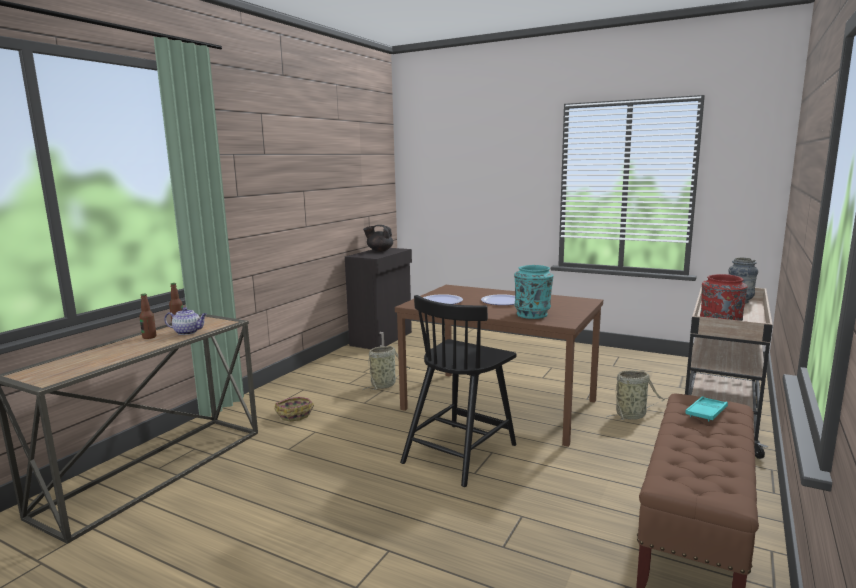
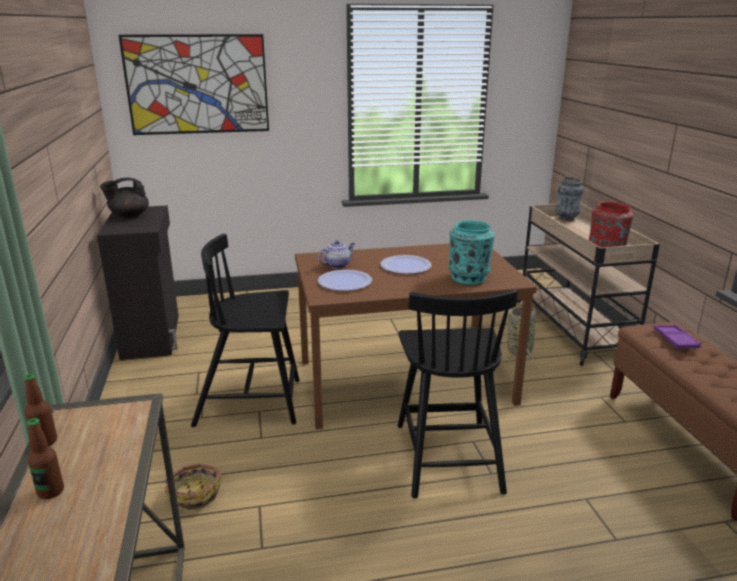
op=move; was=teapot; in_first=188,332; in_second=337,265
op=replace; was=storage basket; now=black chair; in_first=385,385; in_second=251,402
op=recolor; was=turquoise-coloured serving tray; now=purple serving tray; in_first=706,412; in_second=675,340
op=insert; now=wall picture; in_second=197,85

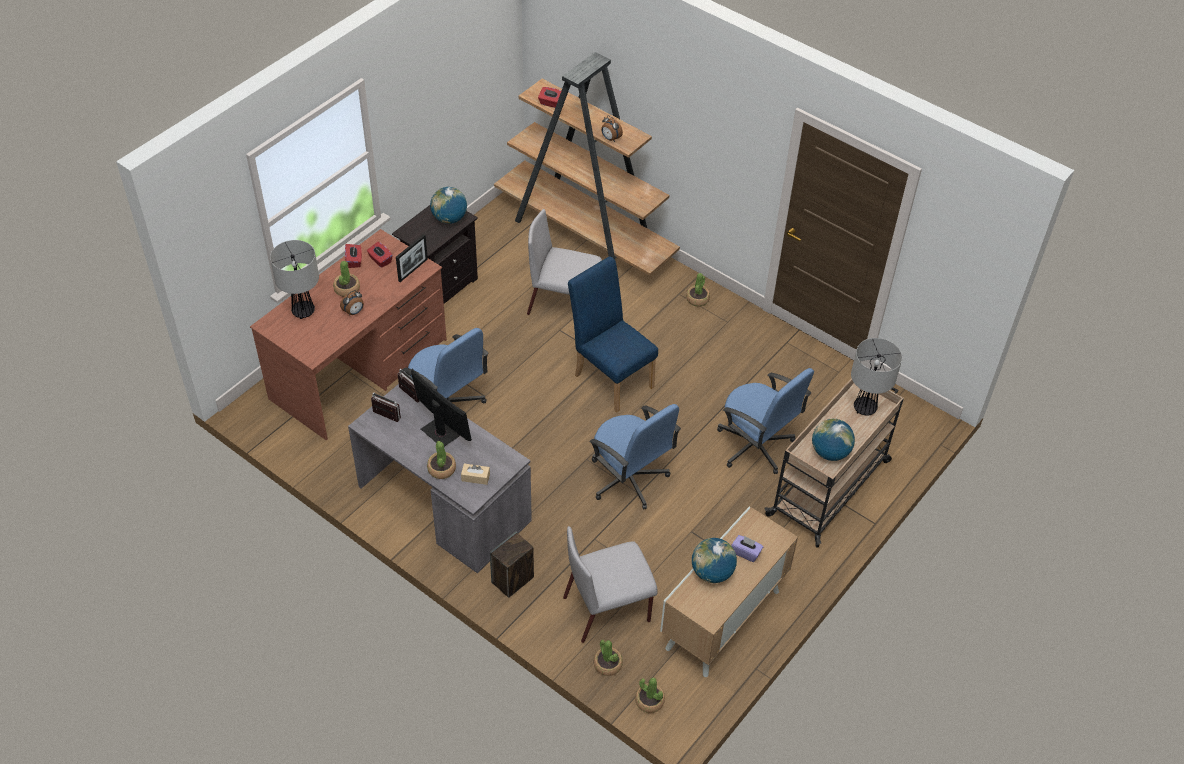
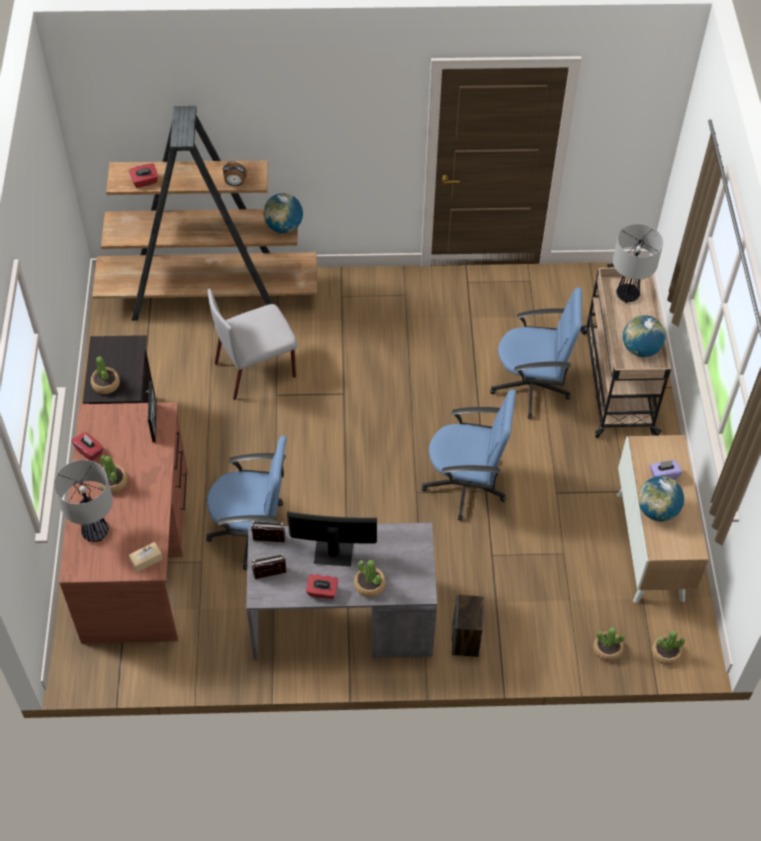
op=delete; was=alarm clock; in_first=354,312
op=move; was=reddish tissue box; in_first=380,260; in_second=322,592
op=move; was=globe; in_first=449,219; in_second=284,227
op=move; was=beige tissue box; in_first=475,477; in_second=146,560
op=delete; was=grey chair; in_first=608,608
op=delete; was=bluish chair; in_first=610,377
op=move; was=potted plant; in_first=697,299; in_second=106,384

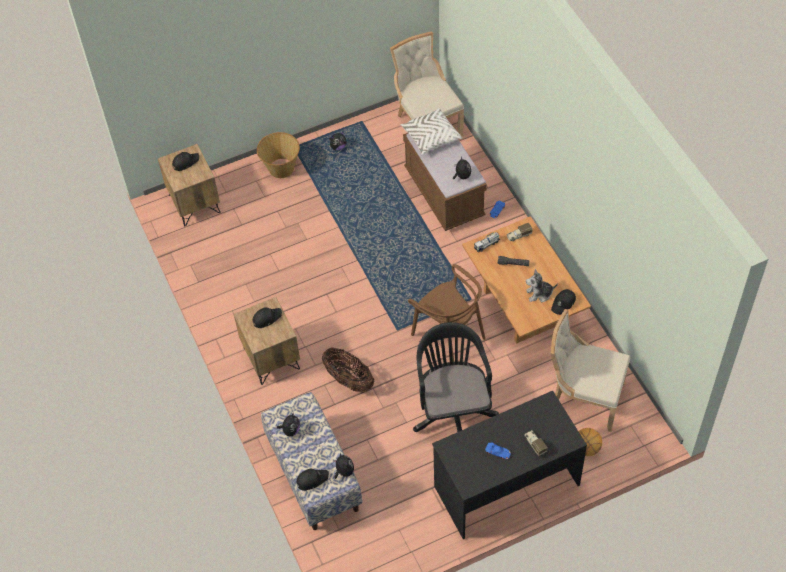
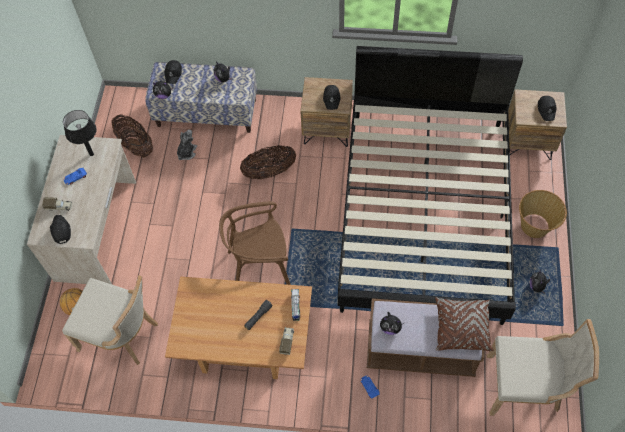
op=recolor; was=whitish pillow; now=brown pillow; in_first=431,137; in_second=461,328
op=delete; was=black computer chair; in_first=453,410
op=recolor; was=black desk unit; now=beige desk unit; in_first=506,484; in_second=97,230
op=move; was=plush toy; in_first=539,294; in_second=186,152
op=move; was=black peaked cap; in_first=563,303; in_second=60,230
op=rotate; was=beige chair; in_first=583,397; in_second=122,335; clockwise=60
op=insert; now=black tabletop lamp; in_second=91,154
op=insert; now=storage basket; in_second=136,145
op=insert; now=black sleeping bed; in_second=425,212

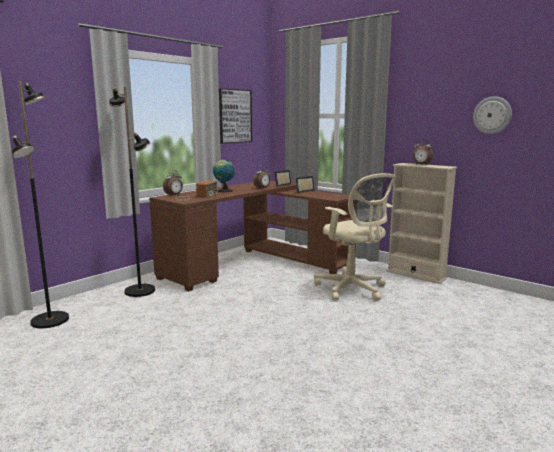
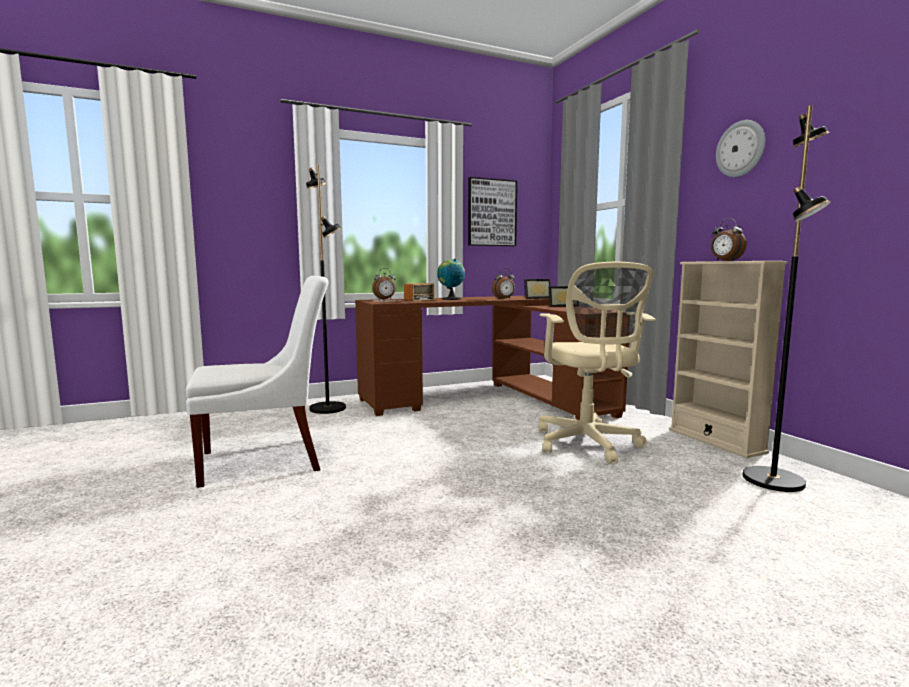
op=move; was=black standing lamp; in_first=51,320; in_second=774,480
op=move; was=wall clock; in_first=492,115; in_second=740,149
op=insert; now=whitish chair; in_second=267,460

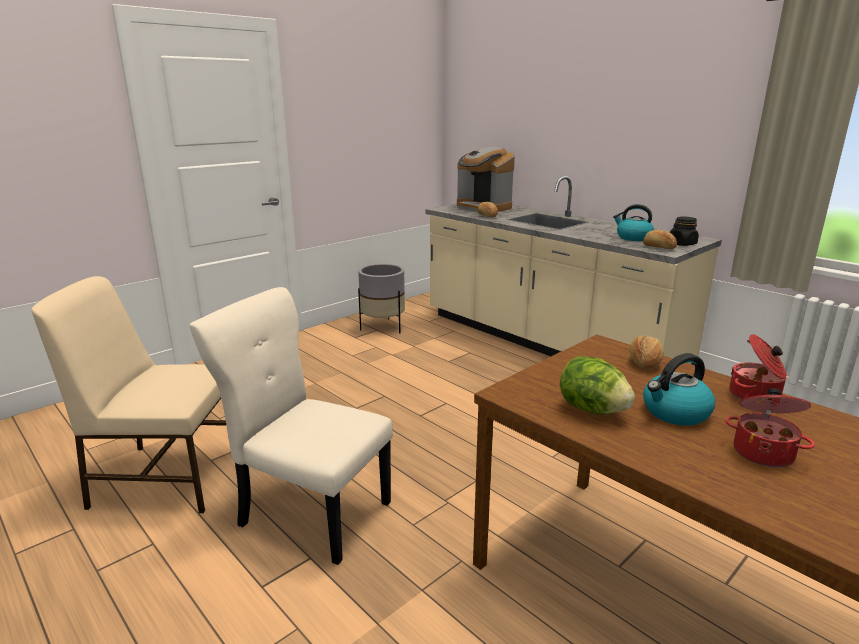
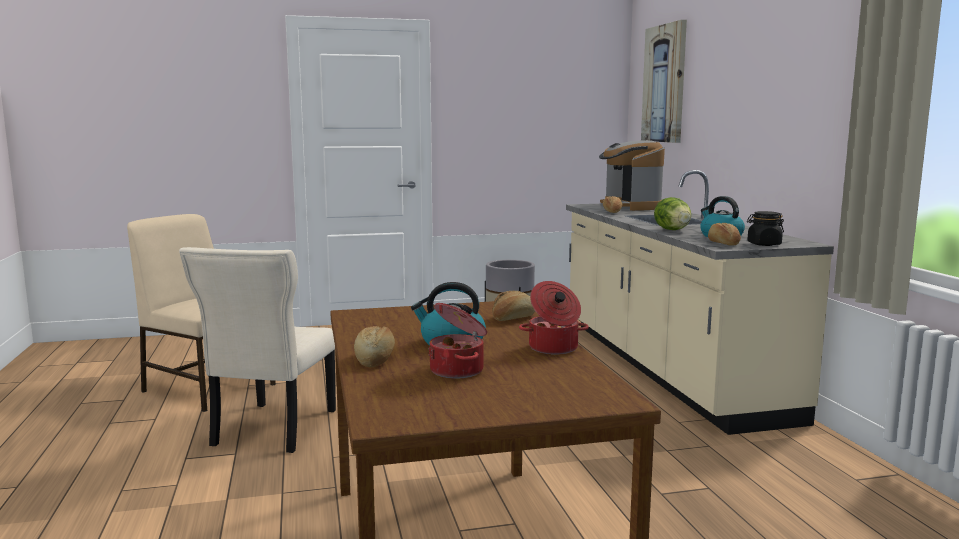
op=rotate; was=beige chair; in_first=311,511; in_second=272,429; clockwise=-135
op=move; was=lettuce head; in_first=592,409; in_second=672,230
op=insert; now=baked bread; in_second=375,359
op=insert; now=wall picture; in_second=664,84

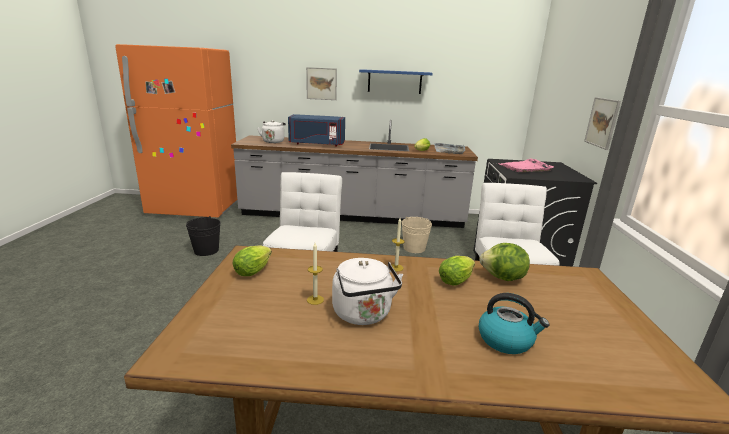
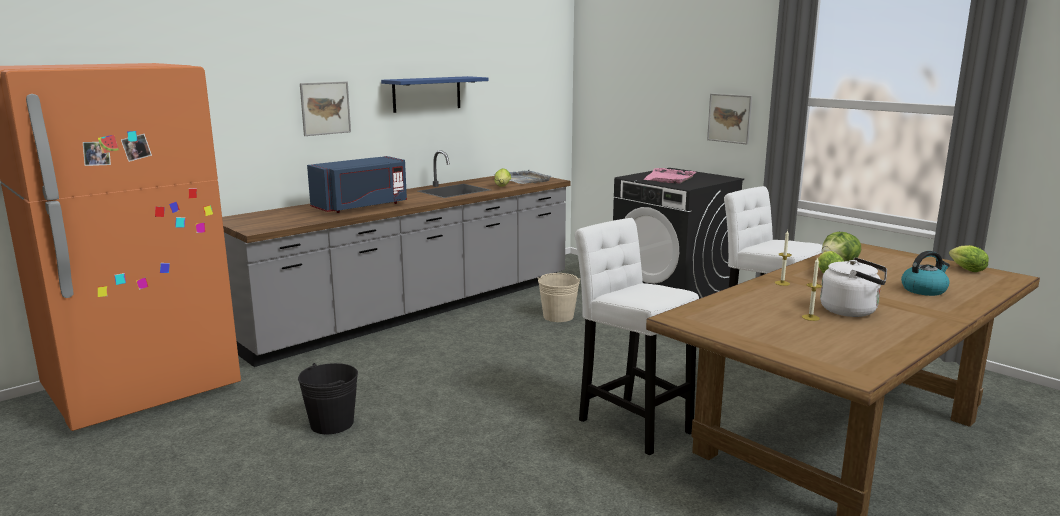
op=move; was=lettuce head; in_first=254,270; in_second=964,269
op=delete; was=whitish tea kettle; in_first=273,141

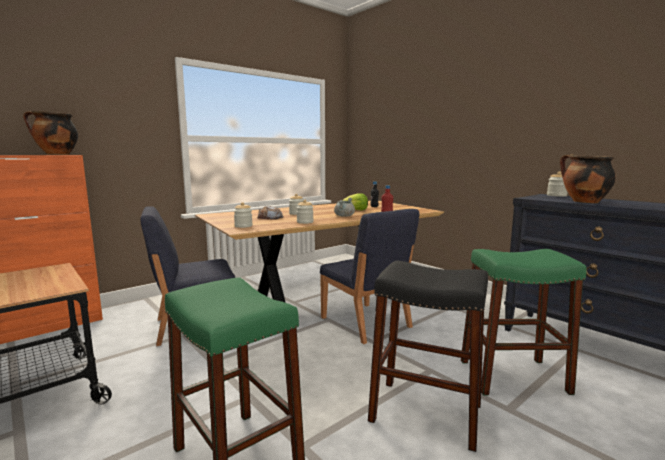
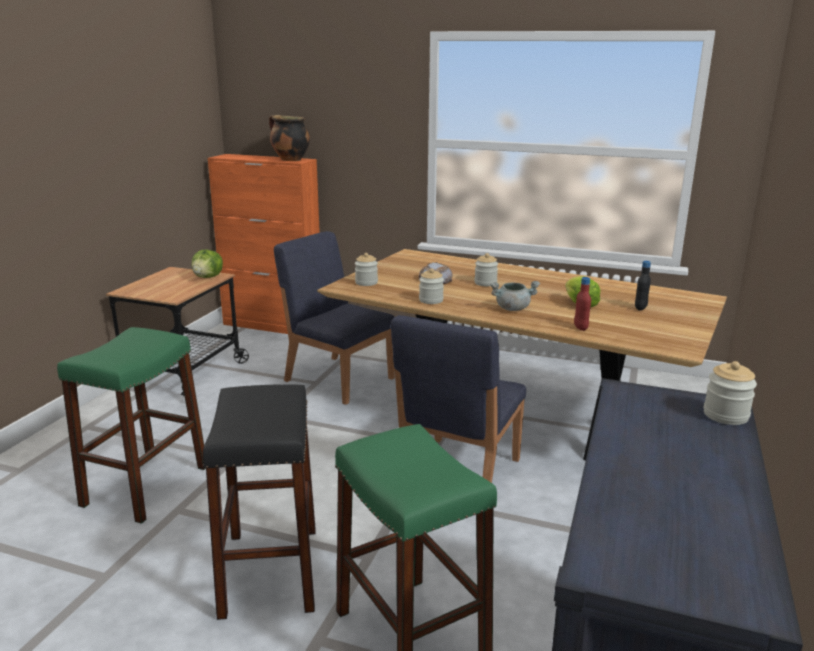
op=delete; was=saucepot; in_first=583,202
op=insert; now=lettuce head; in_second=208,277

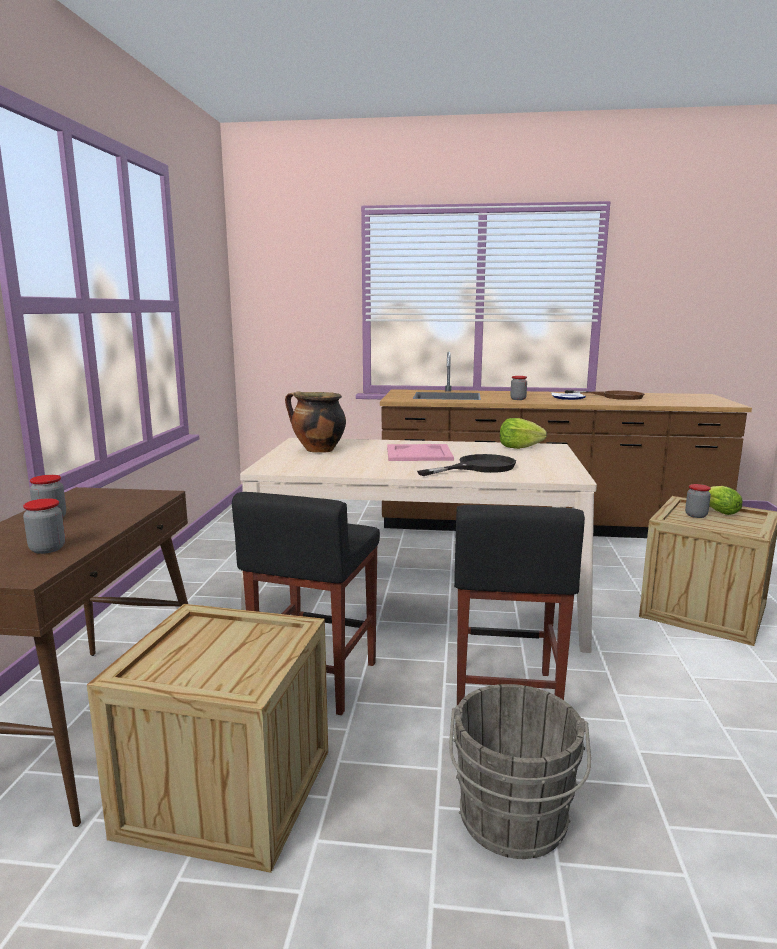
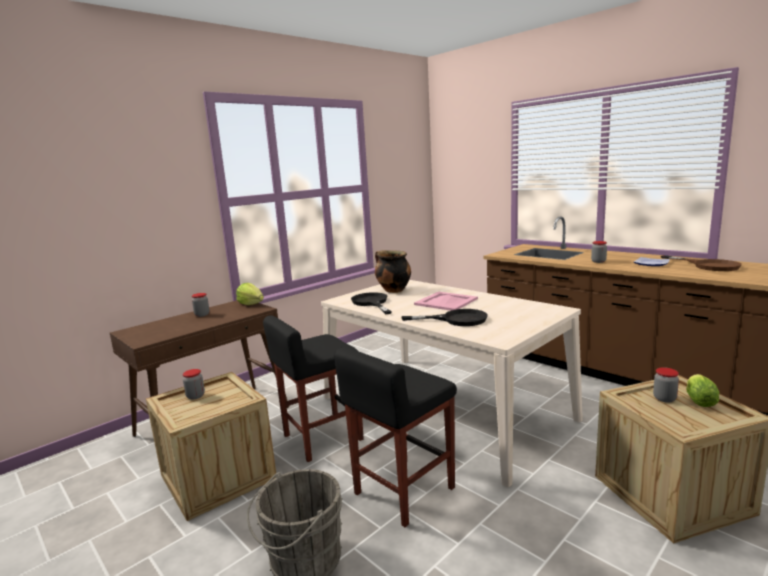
op=move; was=preserve jar; in_first=47,549; in_second=195,396
op=move; was=lettuce head; in_first=519,447; in_second=251,304
op=insert; now=black skillet; in_second=371,303

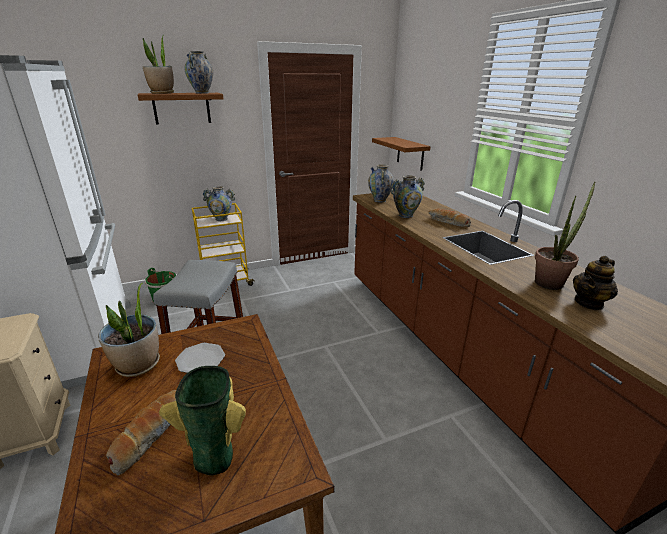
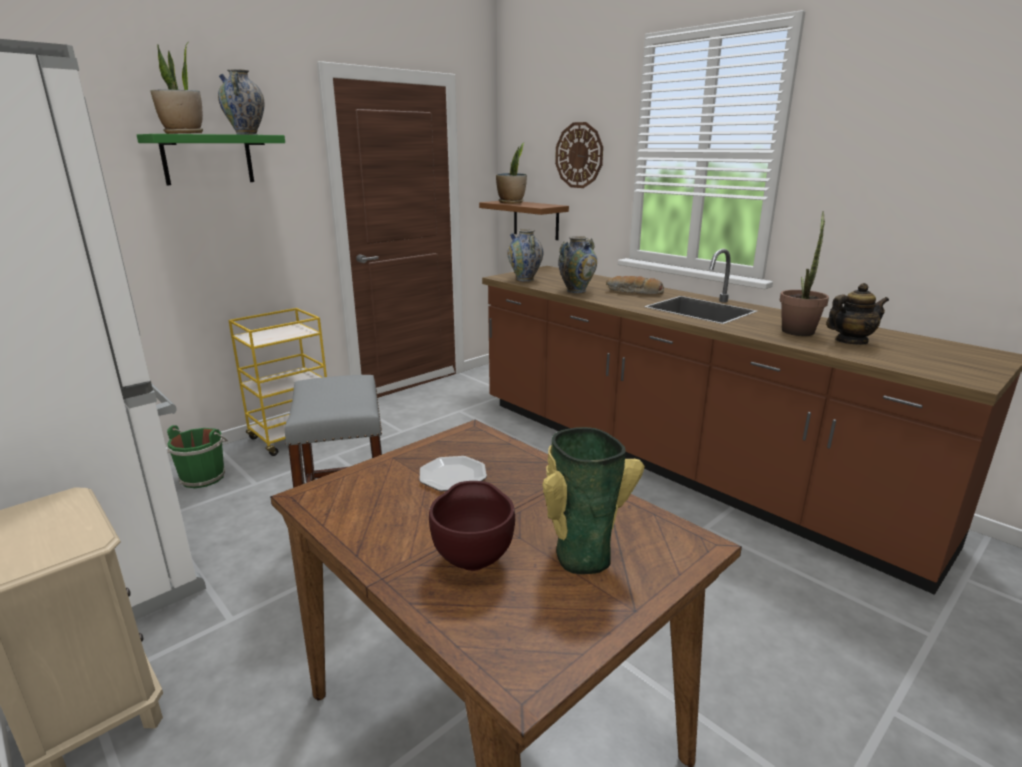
op=move; was=potted plant; in_first=138,365; in_second=511,202
op=replace; was=baked bread; now=brown deep dish; in_first=149,434; in_second=473,558
op=recolor; was=brown wall shelf; now=green-coloured wall shelf; in_first=181,108; in_second=208,159
op=delete; was=decorative vase; in_first=221,219
op=rotate; was=teapot; in_first=589,303; in_second=850,341; clockwise=-135
op=insert; now=wall clock; in_second=579,155

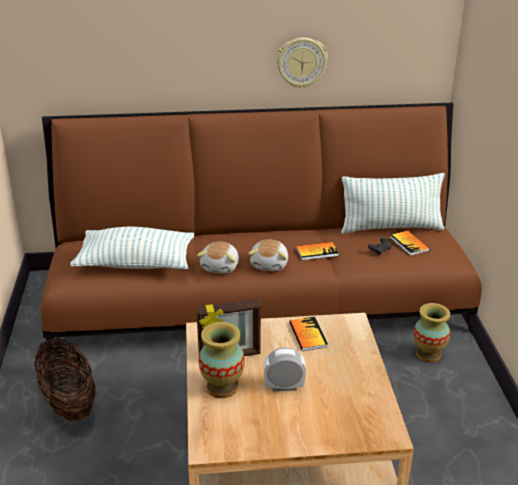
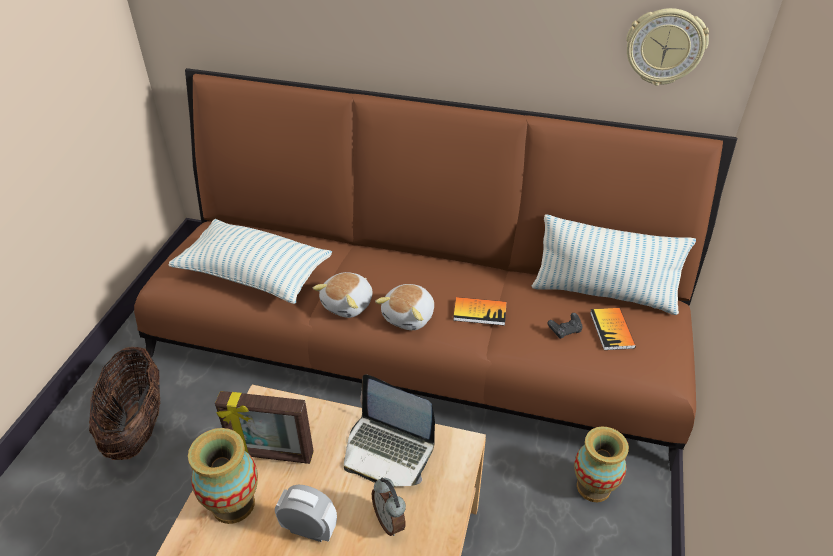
op=move; was=wall clock; in_first=301,62; in_second=665,47
op=replace; was=volume; now=laptop; in_first=308,335; in_second=388,450
op=insert; now=alarm clock; in_second=390,521

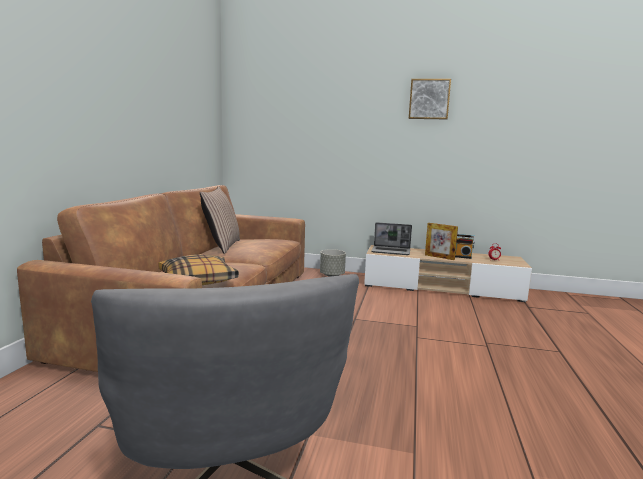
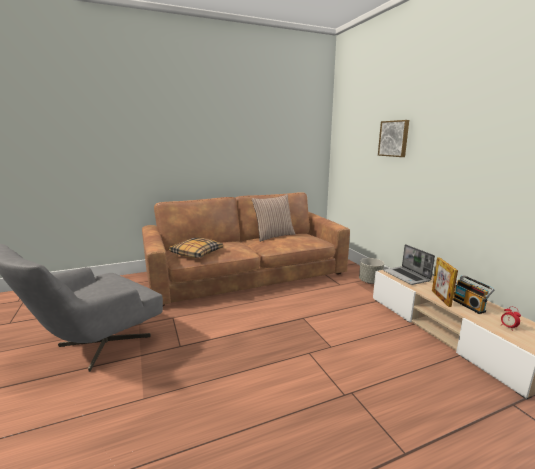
op=move; was=wall picture; in_first=429,99; in_second=394,138

